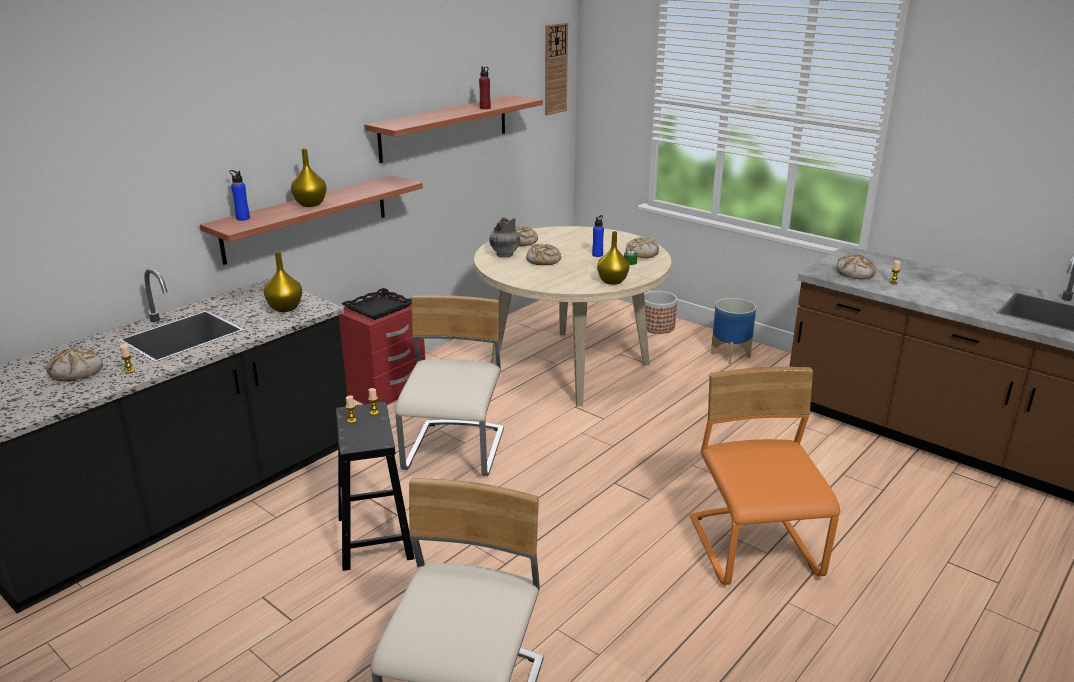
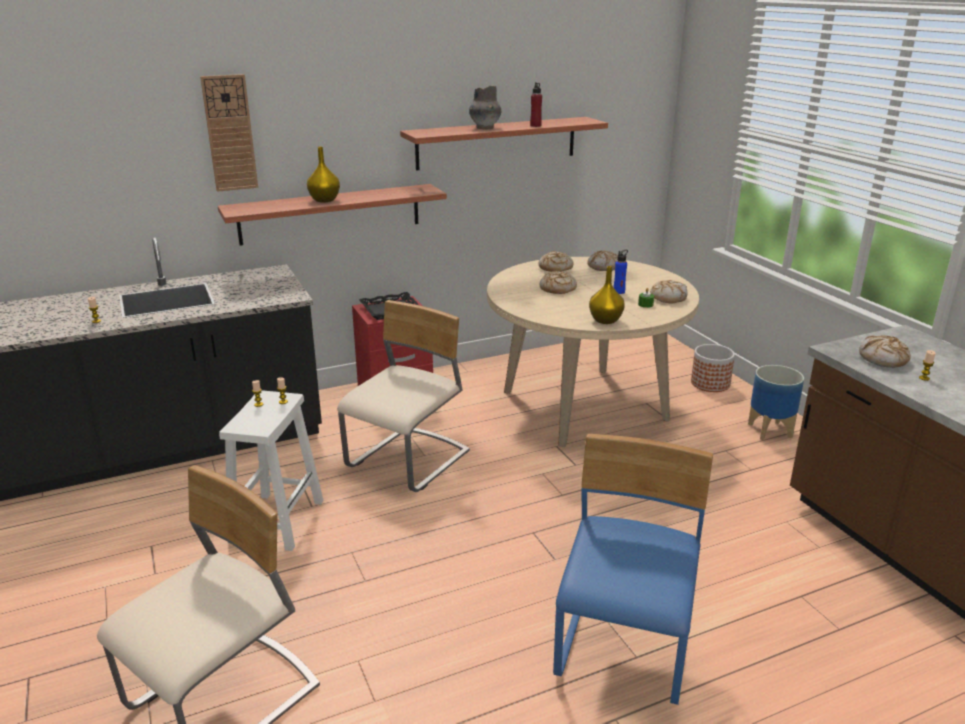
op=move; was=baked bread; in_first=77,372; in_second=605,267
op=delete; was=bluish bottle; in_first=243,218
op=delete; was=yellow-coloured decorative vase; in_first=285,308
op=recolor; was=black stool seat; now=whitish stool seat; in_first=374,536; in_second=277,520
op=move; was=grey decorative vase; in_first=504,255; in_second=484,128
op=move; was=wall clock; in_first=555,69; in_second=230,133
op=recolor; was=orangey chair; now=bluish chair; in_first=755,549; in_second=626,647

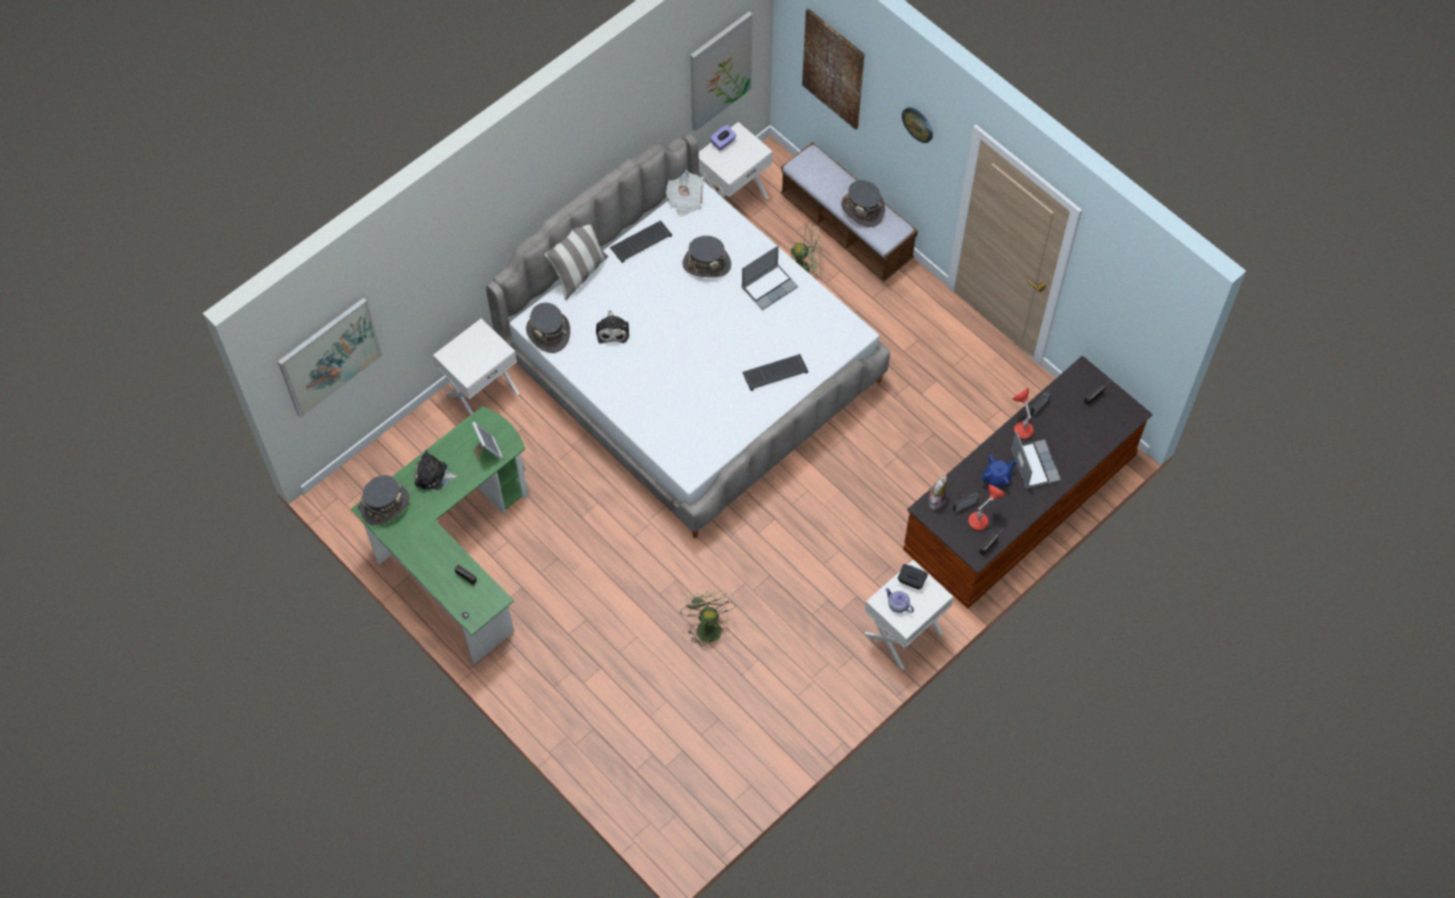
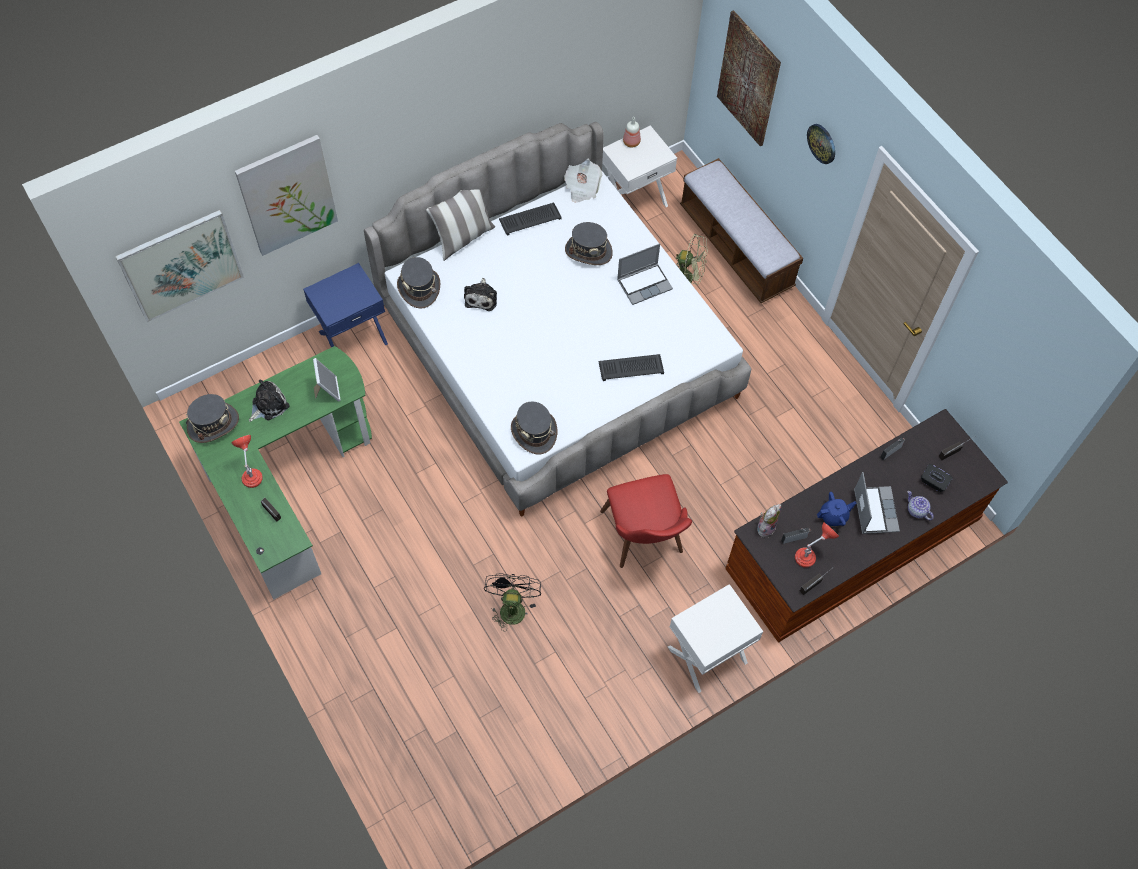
op=rotate; was=plush toy; in_first=433,476; in_second=268,405; clockwise=120
op=recolor; was=whitish bedside table; now=bluish bedside table; in_first=481,392; in_second=352,337
op=recolor; was=green-coloured electric fan; now=black electric fan; in_first=707,625; in_second=512,606
op=move; was=wall picture; in_first=720,70; in_second=287,195
op=replace; was=purple tissue box; now=bottle; in_first=723,142; in_second=631,141
op=move; was=grey clothing hat; in_first=863,209; in_second=534,432
op=move; was=teapot; in_first=898,605; in_second=916,510
op=move; was=black tissue box; in_first=911,581; in_second=933,482
op=move; was=reddish tabletop lamp; in_first=1020,426; in_second=251,473
op=insert; now=reddish chair; in_second=646,541

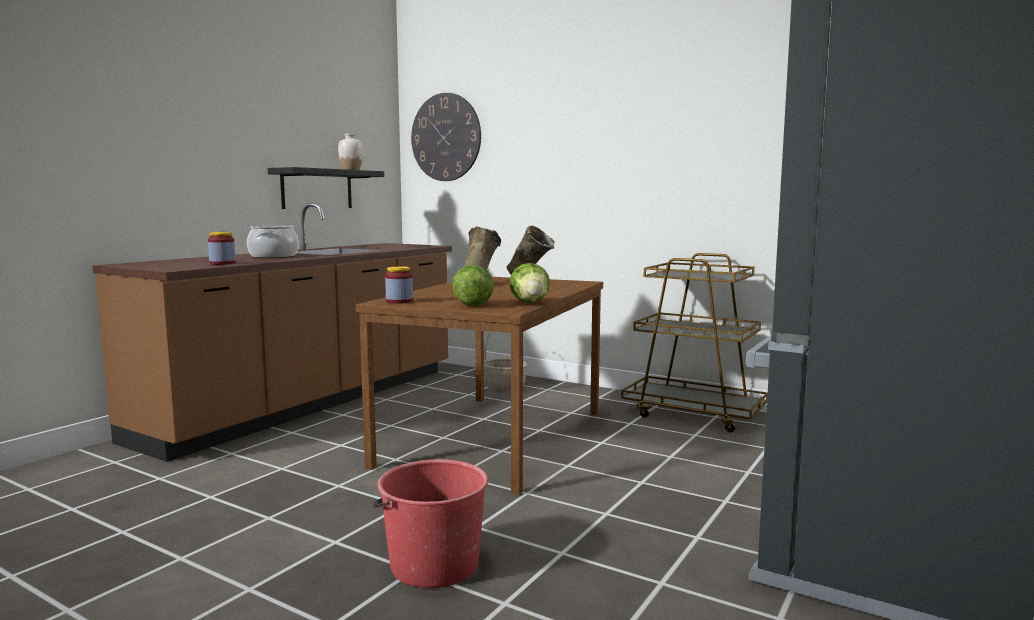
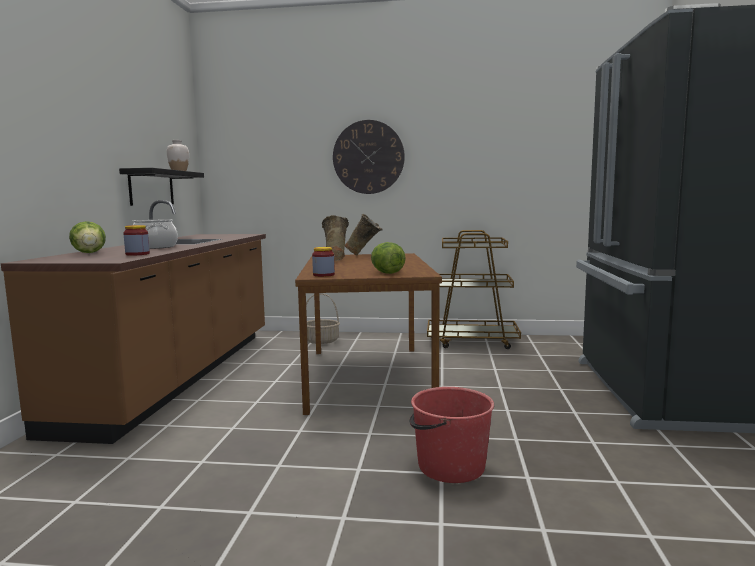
op=move; was=wall clock; in_first=446,137; in_second=368,157
op=move; was=lettuce head; in_first=530,303; in_second=89,253

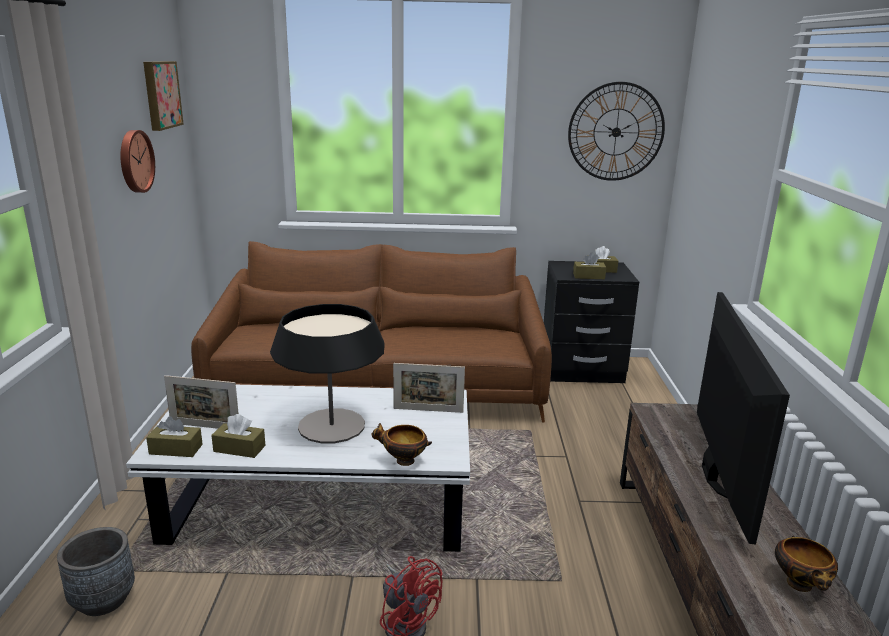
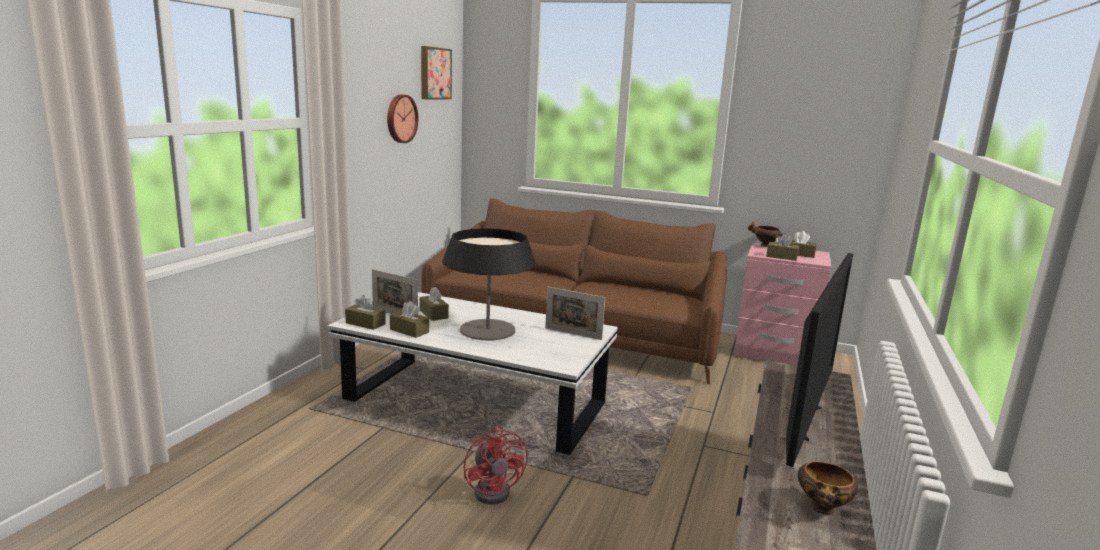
op=delete; was=grey flower pot; in_first=103,599
op=move; was=deep dish; in_first=403,461; in_second=764,245
op=recolor; was=black bedside table; now=pink bedside table; in_first=581,370; in_second=774,353
op=delete; was=wall clock; in_first=616,132
op=insert; now=brown tissue box; in_second=433,314

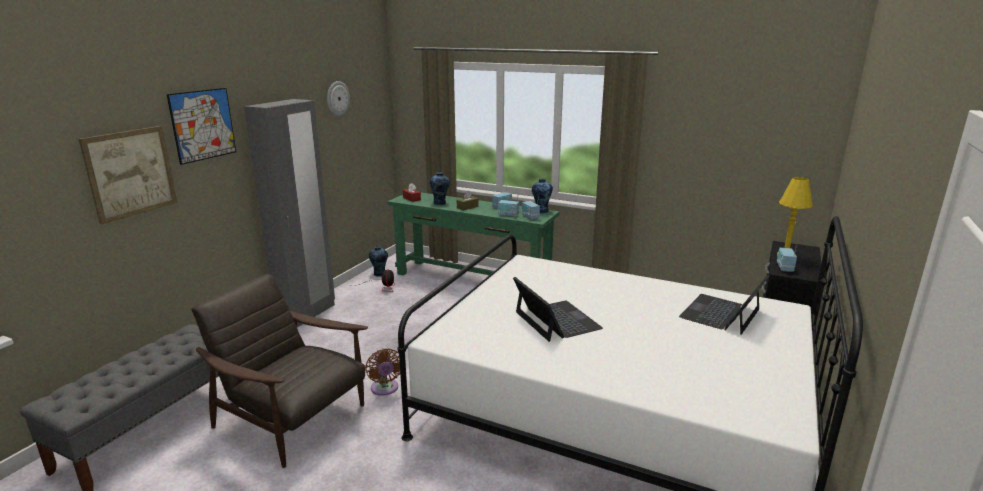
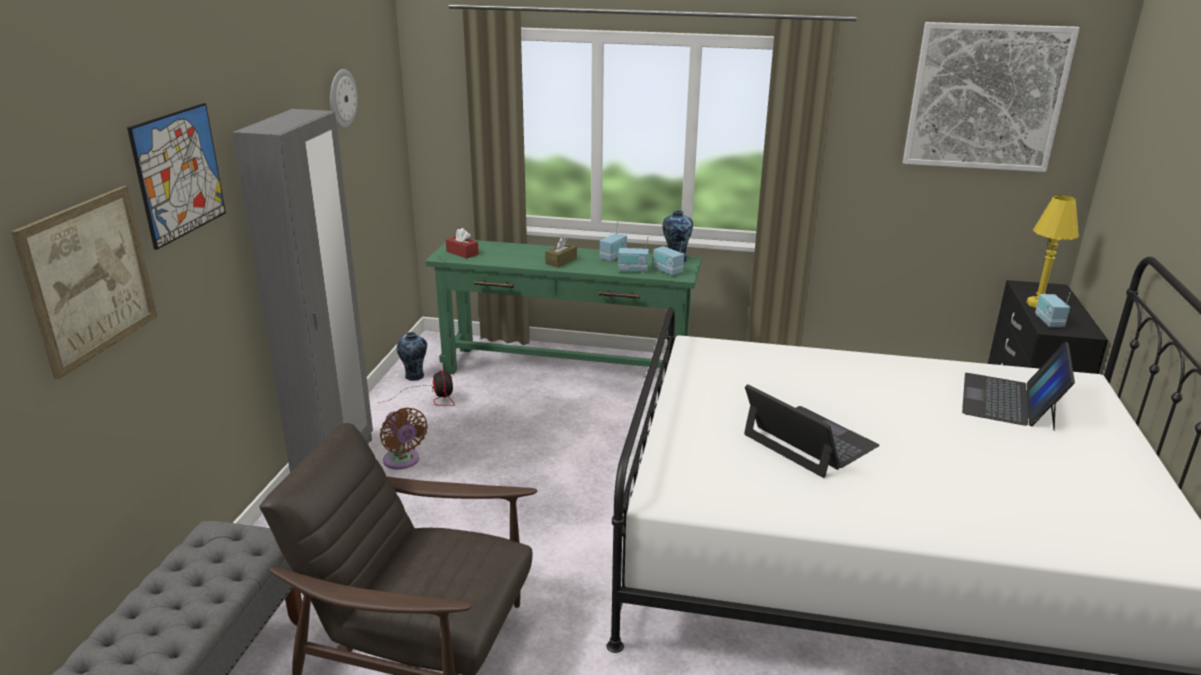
op=move; was=brown electric fan; in_first=385,389; in_second=403,461
op=delete; was=decorative vase; in_first=440,203
op=insert; now=wall picture; in_second=986,97

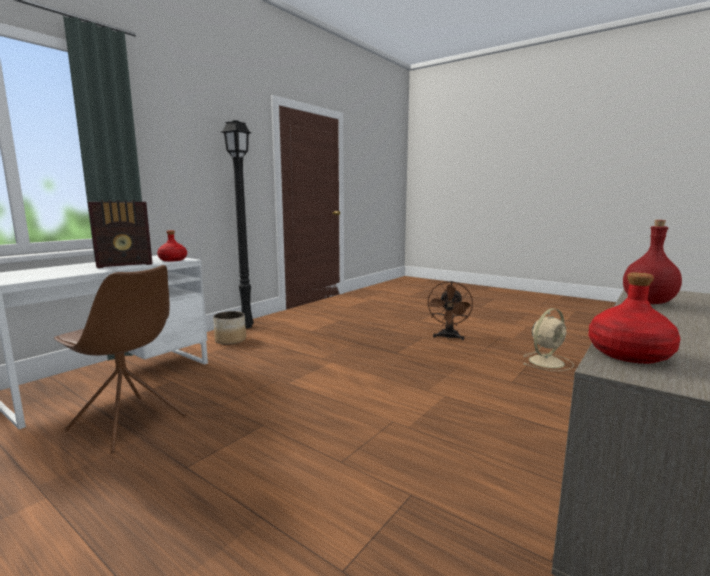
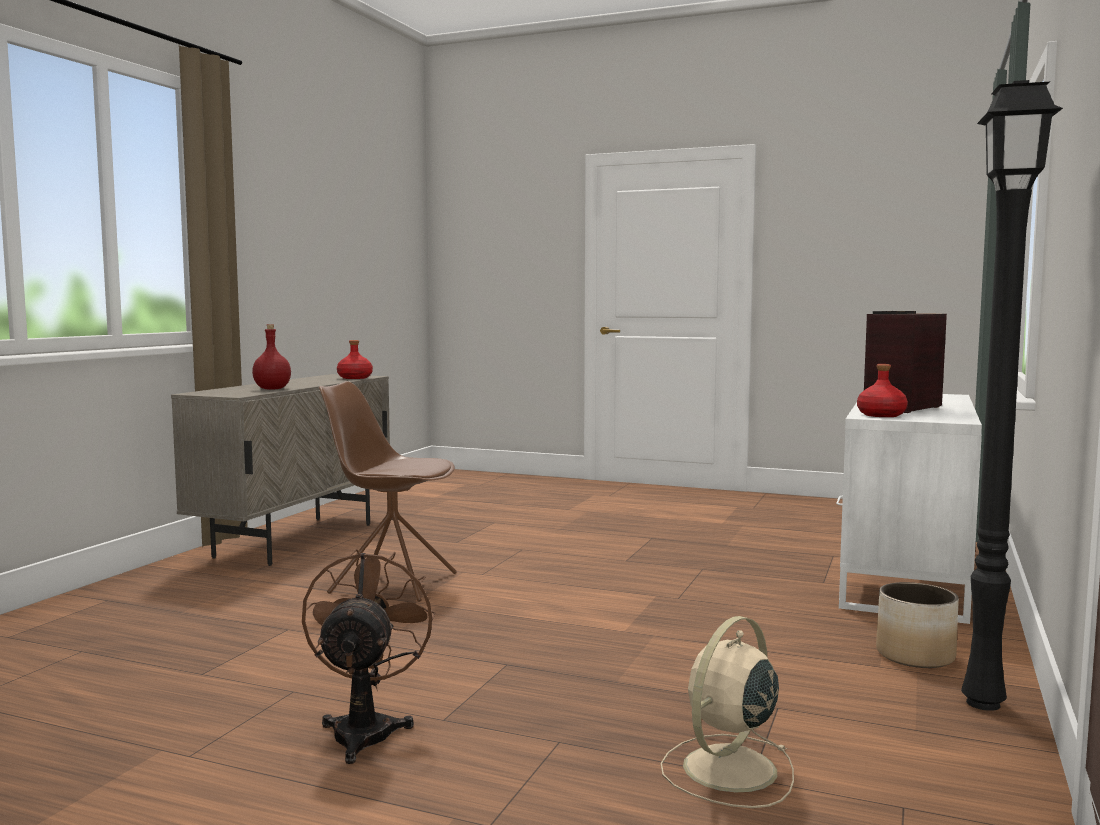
op=move; was=brown chair; in_first=128,423; in_second=391,583
op=move; was=beige electric fan; in_first=547,361; in_second=727,770

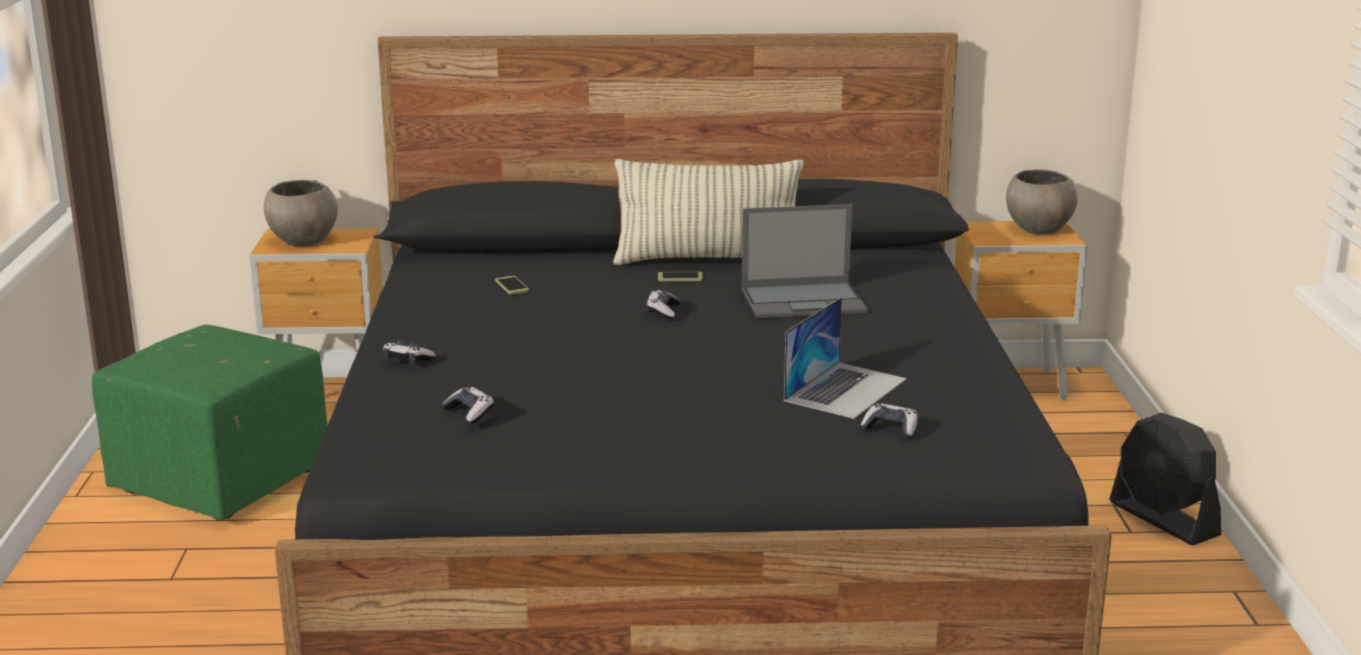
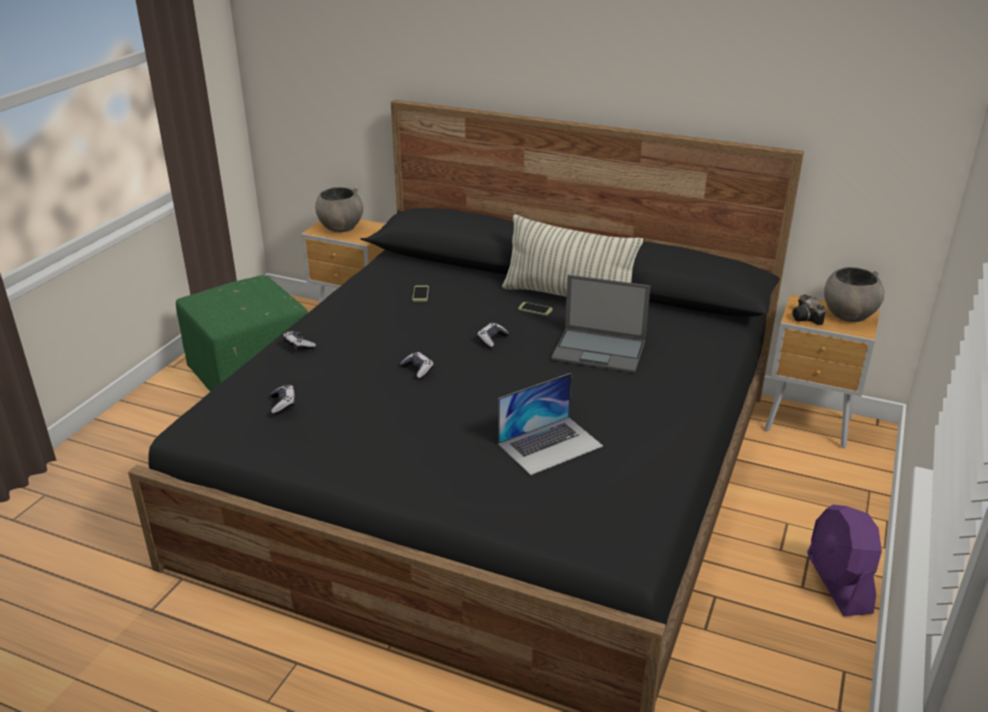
op=move; was=gamepad; in_first=890,429; in_second=418,370
op=recolor; was=black electric fan; now=purple electric fan; in_first=1163,519; in_second=838,583
op=insert; now=photo camera; in_second=807,319

